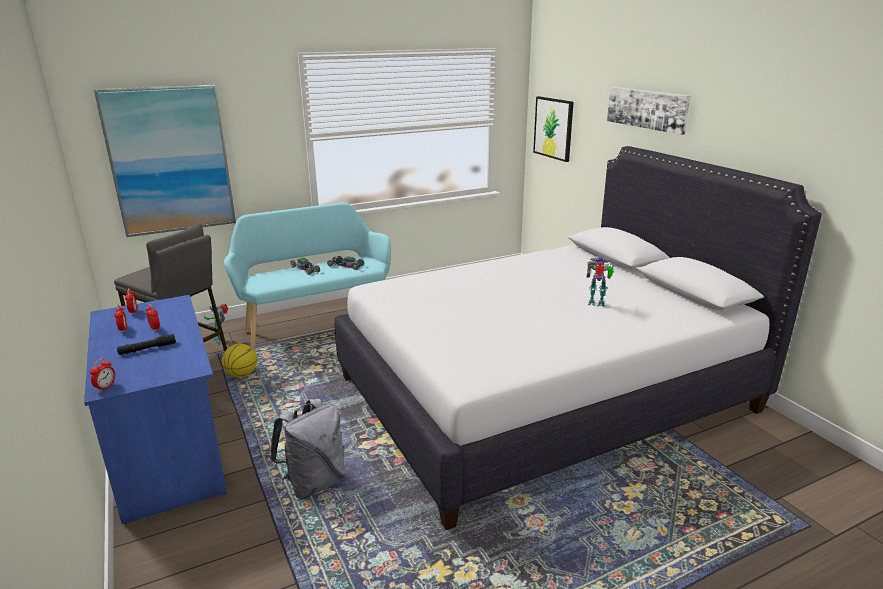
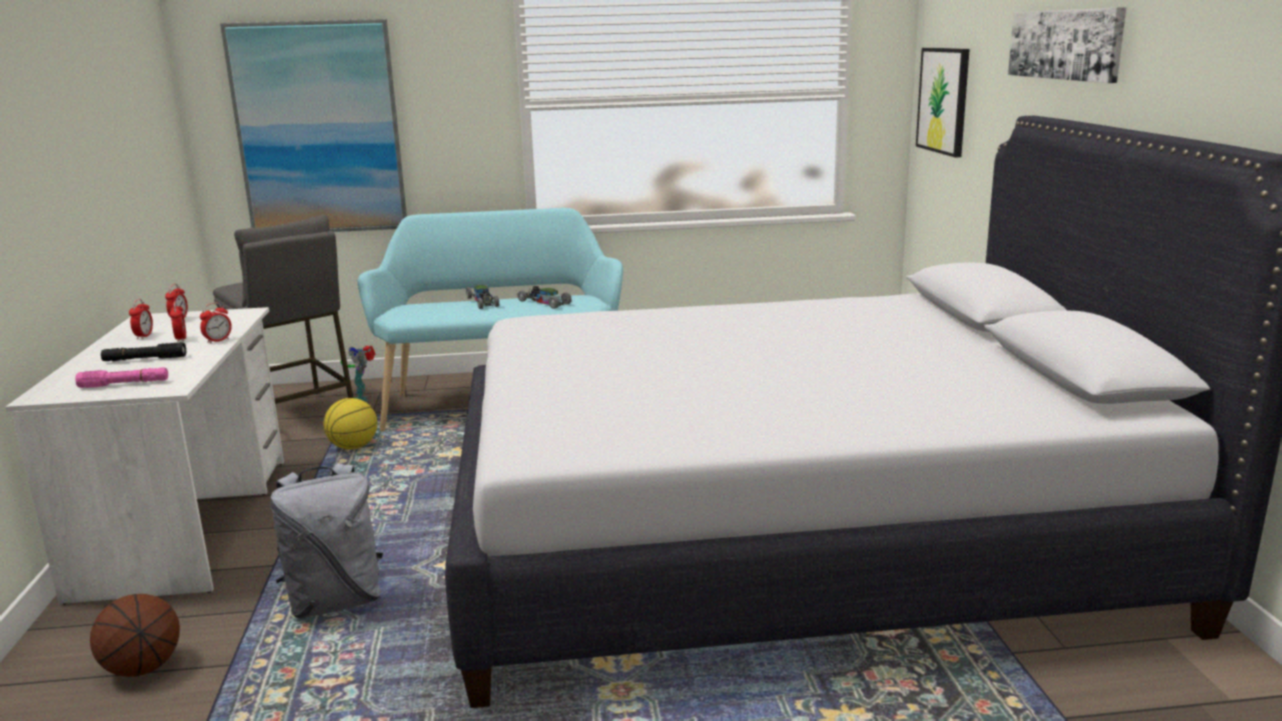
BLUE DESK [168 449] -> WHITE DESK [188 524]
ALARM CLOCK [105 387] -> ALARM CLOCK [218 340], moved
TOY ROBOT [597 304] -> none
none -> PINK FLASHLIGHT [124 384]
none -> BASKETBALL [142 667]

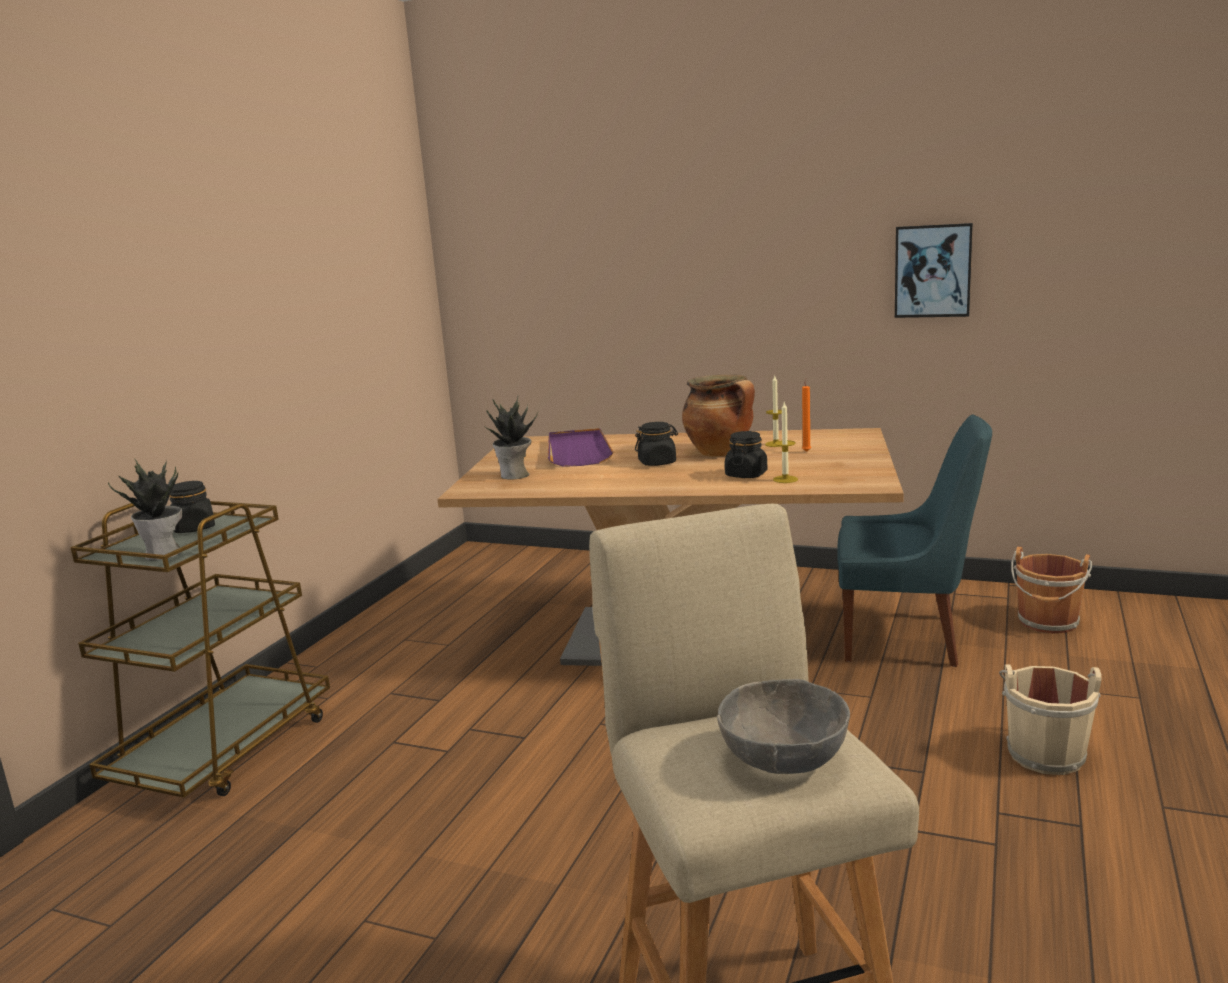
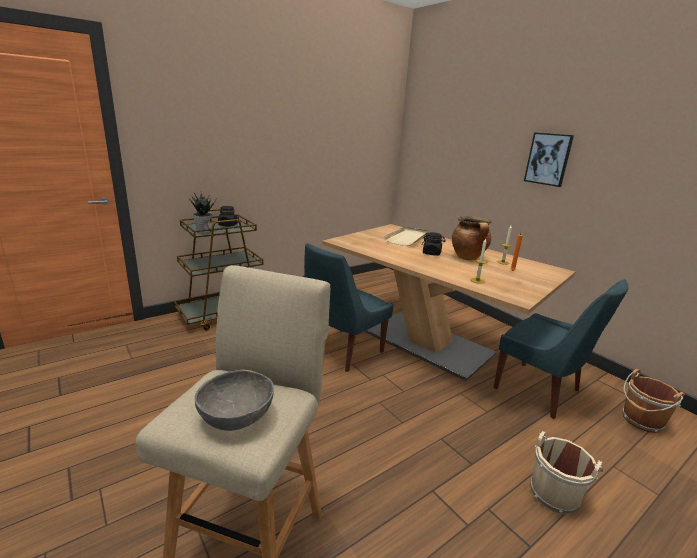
POTTED PLANT [515 476] -> none
PURPLE TRAY [578 451] -> BEIGE TRAY [407 238]
BLACK JAR [746 474] -> none
PICTURE [933 271] -> PICTURE [548 159], moved
none -> BLUE CHAIR [341 350]

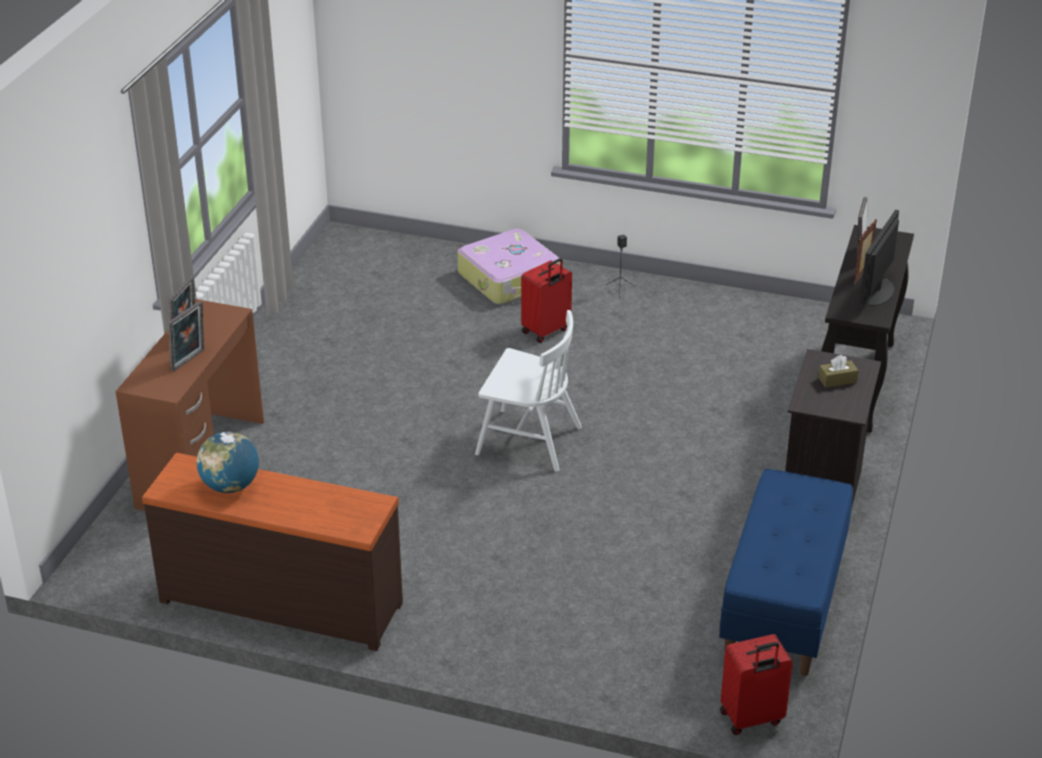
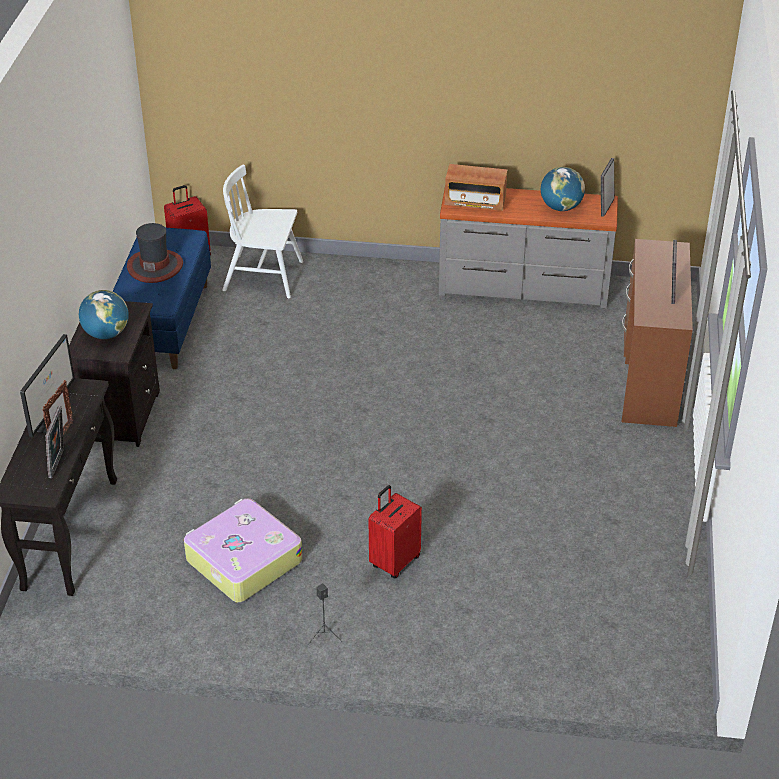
BROWN DRESSER [282 600] -> GREY DRESSER [523 287]
PICTURE FRAME [189 361] -> PICTURE FRAME [605 207], moved
SUITCASE [510 279] -> SUITCASE [242 560], moved
WHITE CHAIR [528 440] -> WHITE CHAIR [263 276], moved
BROWN TISSUE BOX [837 380] -> GLOBE [106 334]
none -> HAT [155 266]
none -> RADIO [475 201]

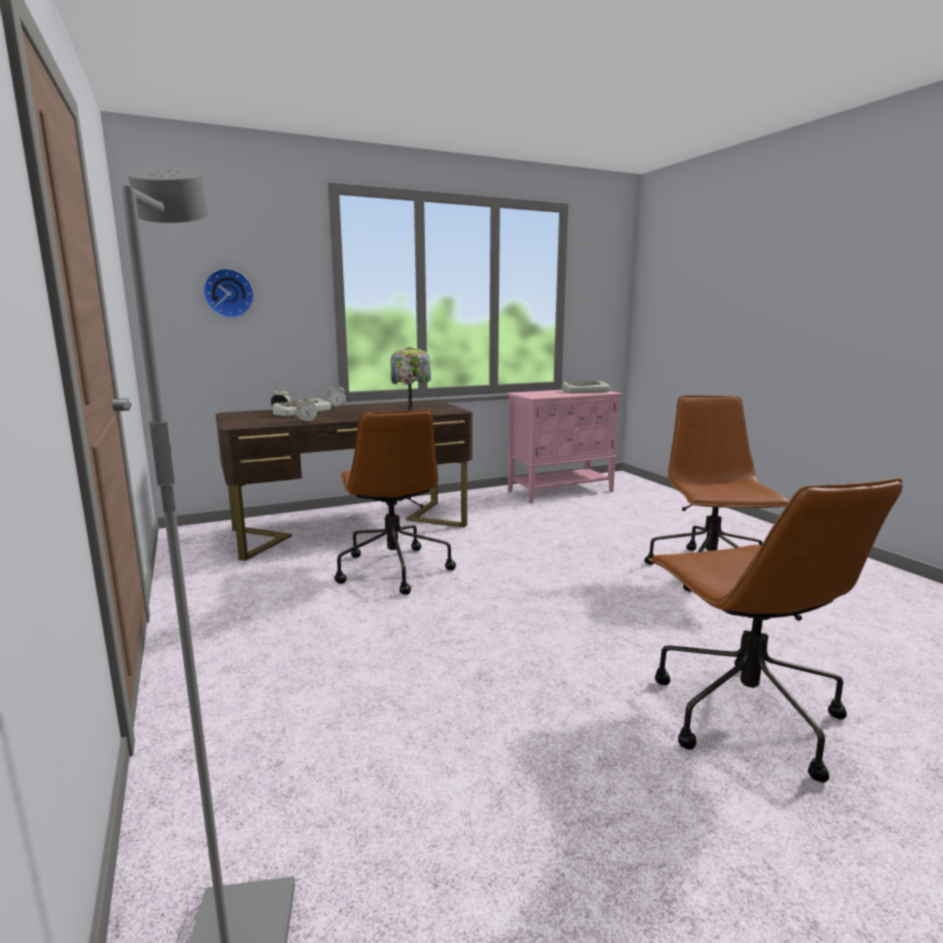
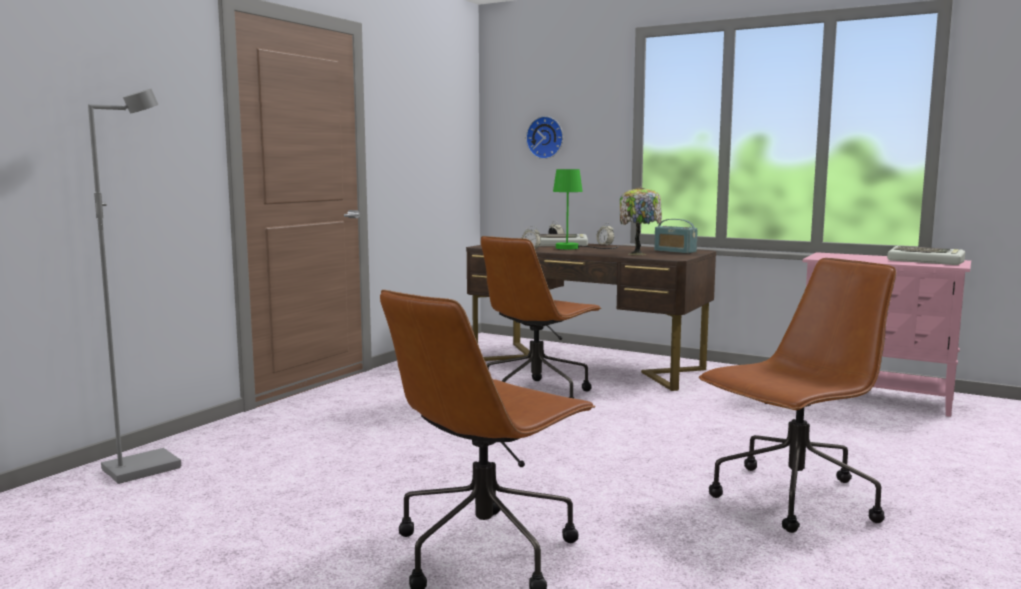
none -> GREEN TABLE LAMP [574 248]
none -> RADIO [675 251]

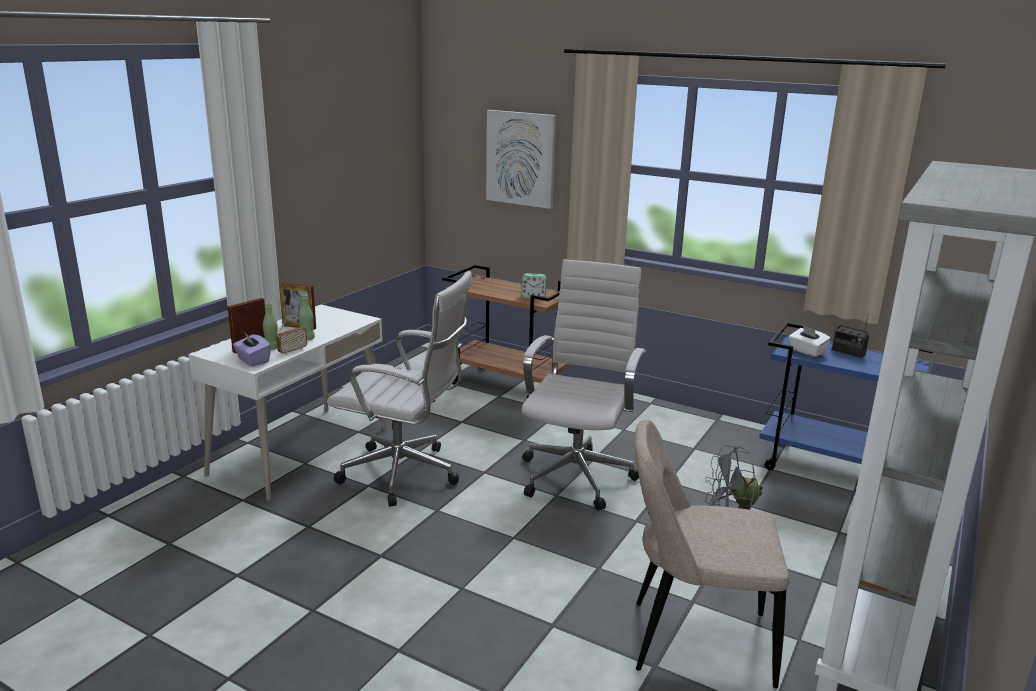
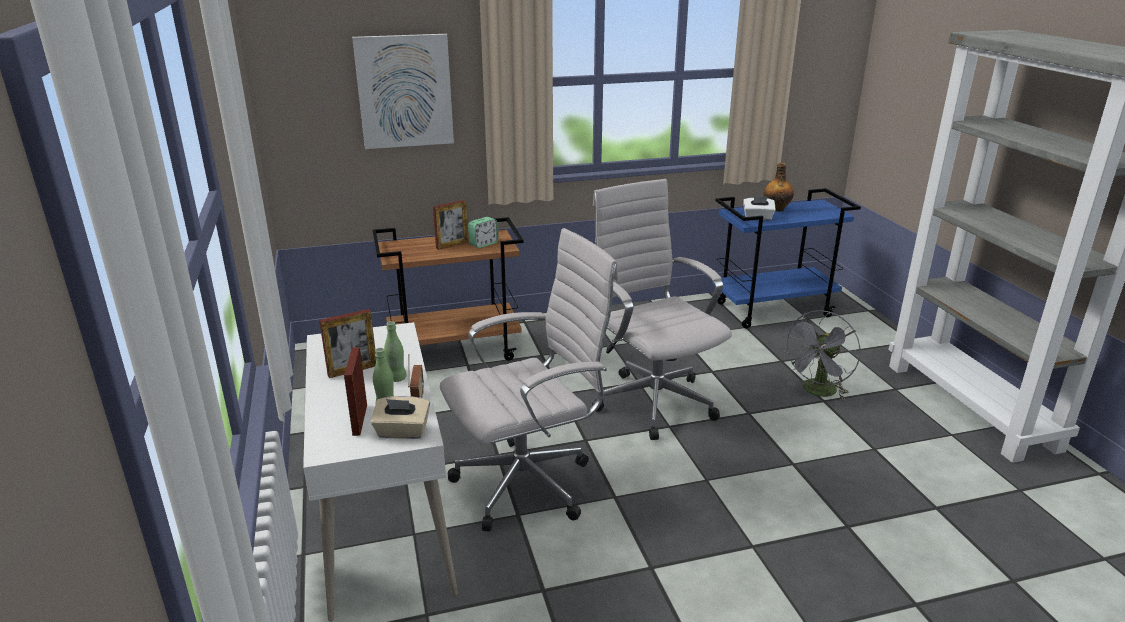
PURPLE TISSUE BOX [253 360] -> BEIGE TISSUE BOX [402 432]
BEIGE CHAIR [693 641] -> none
RADIO [848 352] -> BOTTLE [777 209]
none -> PICTURE FRAME [452 245]

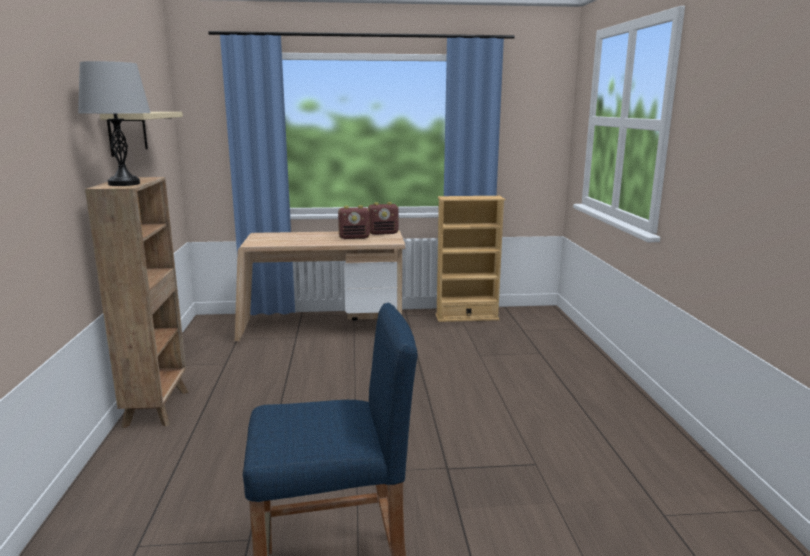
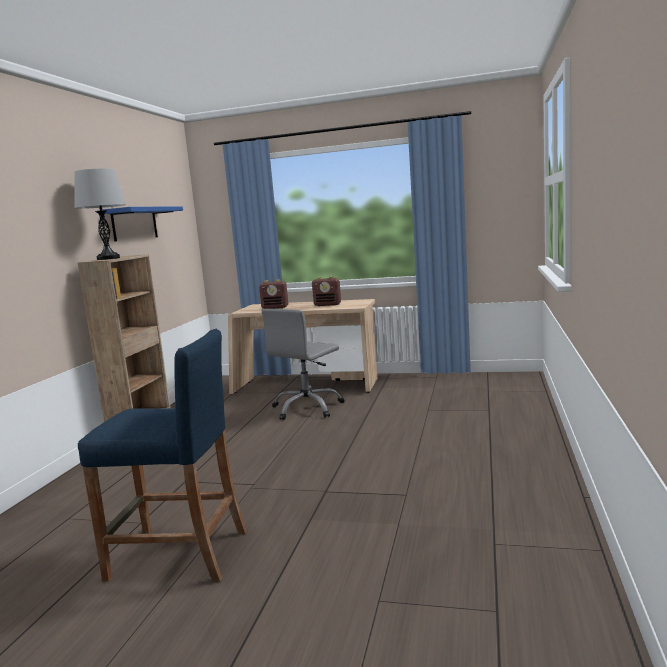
BEIGE SHELF [128 132] -> BLUE SHELF [134 224]
RADIO [383 233] -> RADIO [275 308], moved
BEIGE BOOKCASE [466 317] -> none
none -> GREY OFFICE CHAIR [307 408]

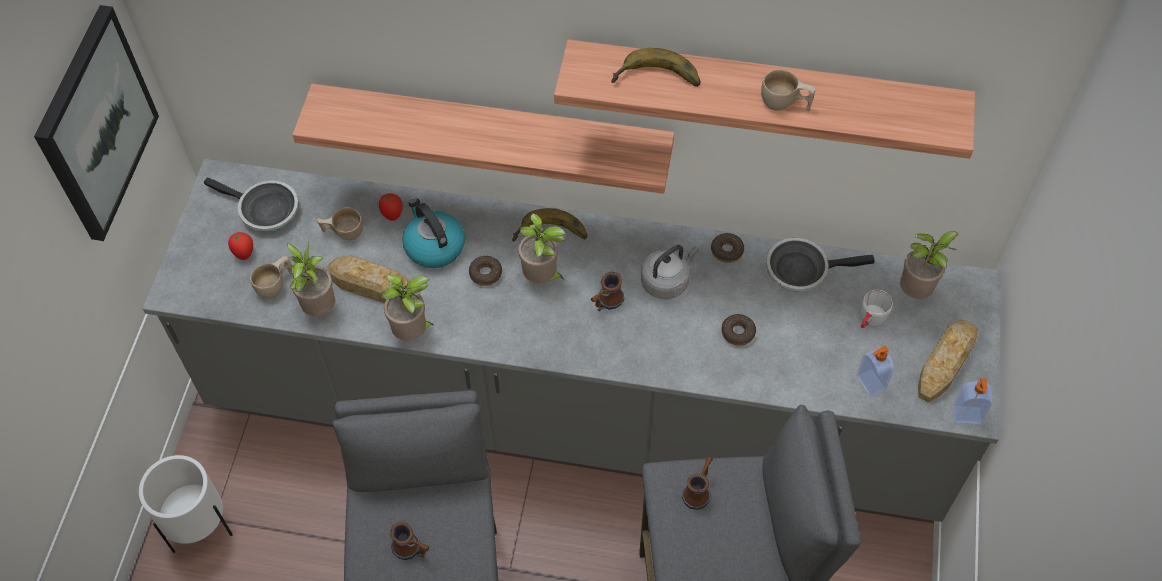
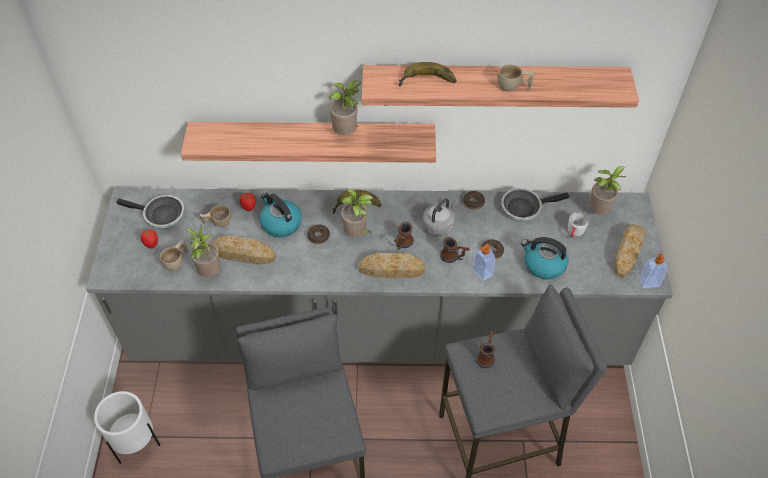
PICTURE [95 124] -> none
POTTED PLANT [413 333] -> POTTED PLANT [346 133], moved
MUG [412 550] -> MUG [453 257], moved
SOAP DISPENSER [869 383] -> SOAP DISPENSER [481 273], moved
none -> BREAD [391 269]
none -> KETTLE [543 265]

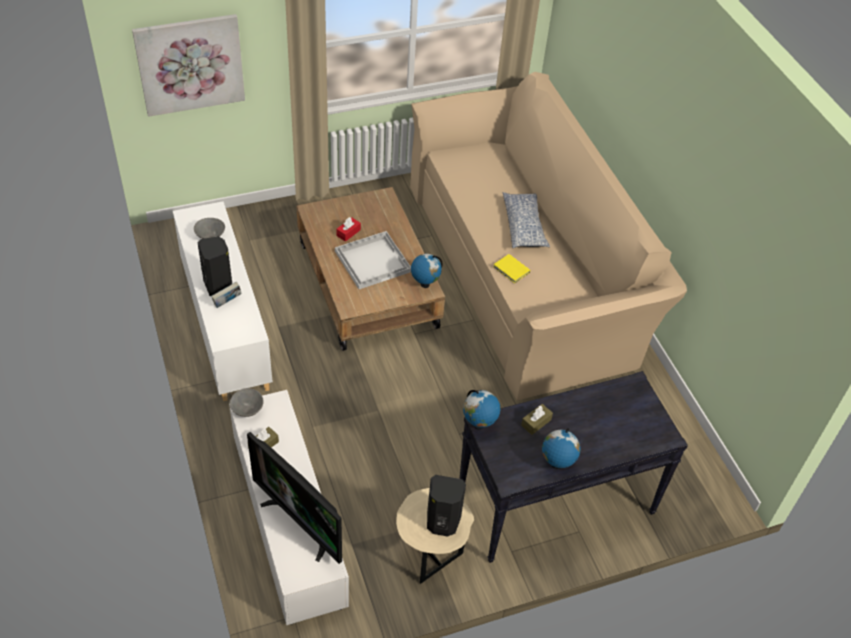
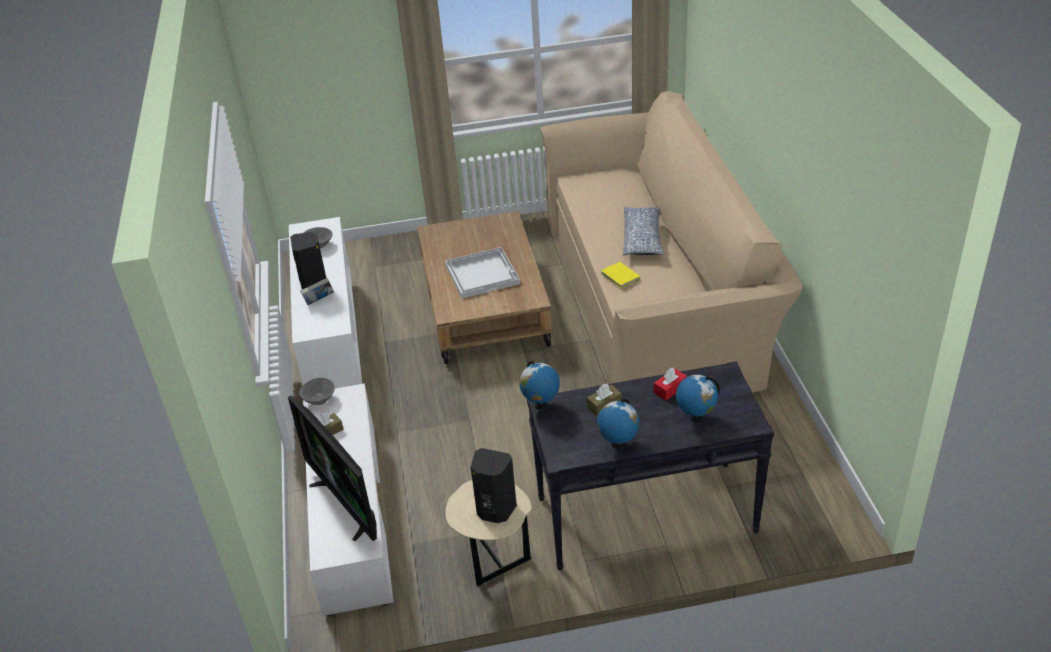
PICTURE [190 64] -> none
RED TISSUE BOX [348 233] -> RED TISSUE BOX [670 389], moved
GLOBE [425 284] -> GLOBE [695 417], moved

